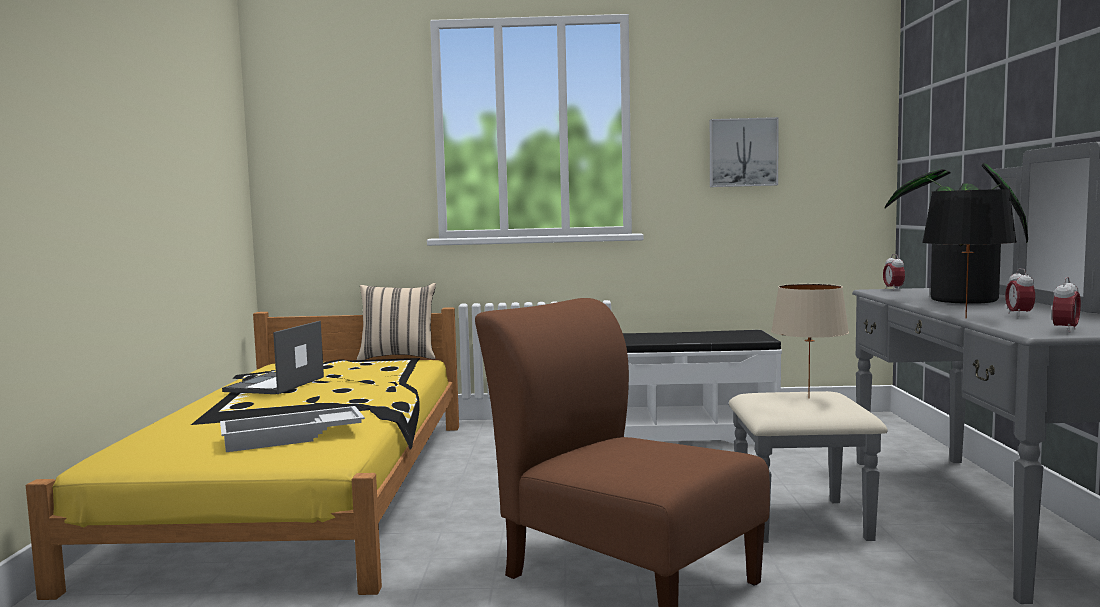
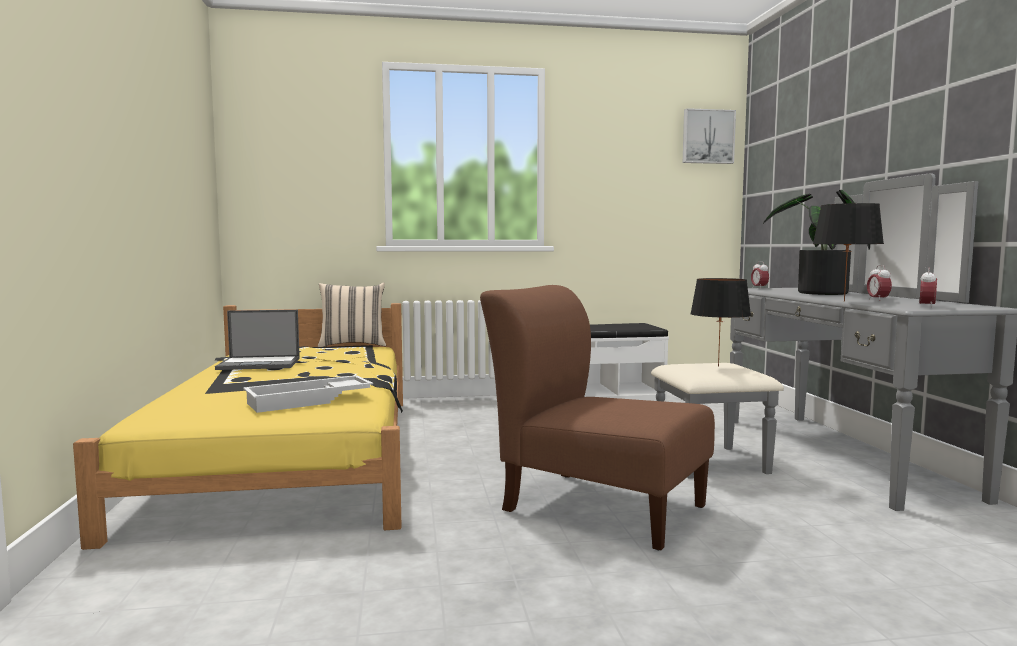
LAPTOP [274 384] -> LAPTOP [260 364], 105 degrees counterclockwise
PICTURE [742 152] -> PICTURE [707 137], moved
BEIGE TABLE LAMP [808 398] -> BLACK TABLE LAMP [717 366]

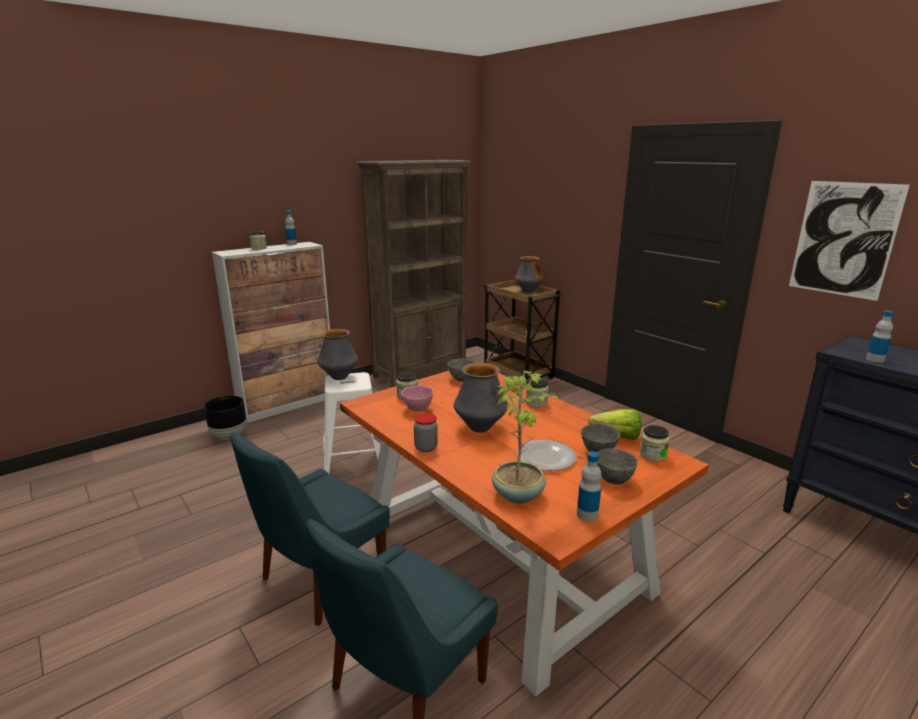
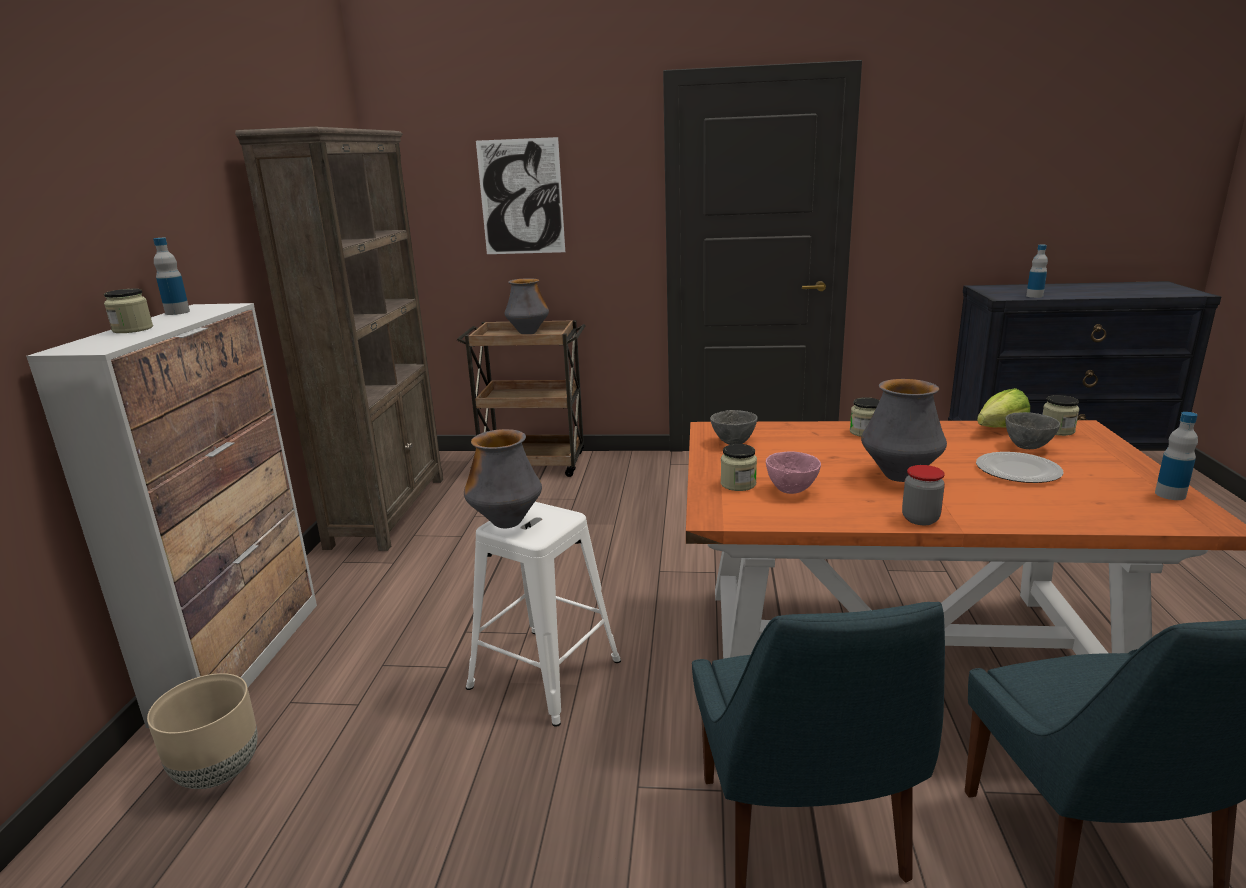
BLACK PLANTER [229 436] -> BEIGE PLANTER [217 772]
POTTED PLANT [518 494] -> none
GREY BOWL [613 480] -> none
PICTURE [844 239] -> PICTURE [521 197], moved

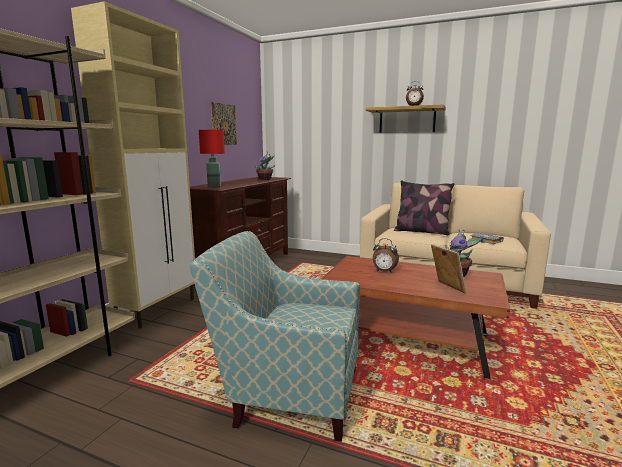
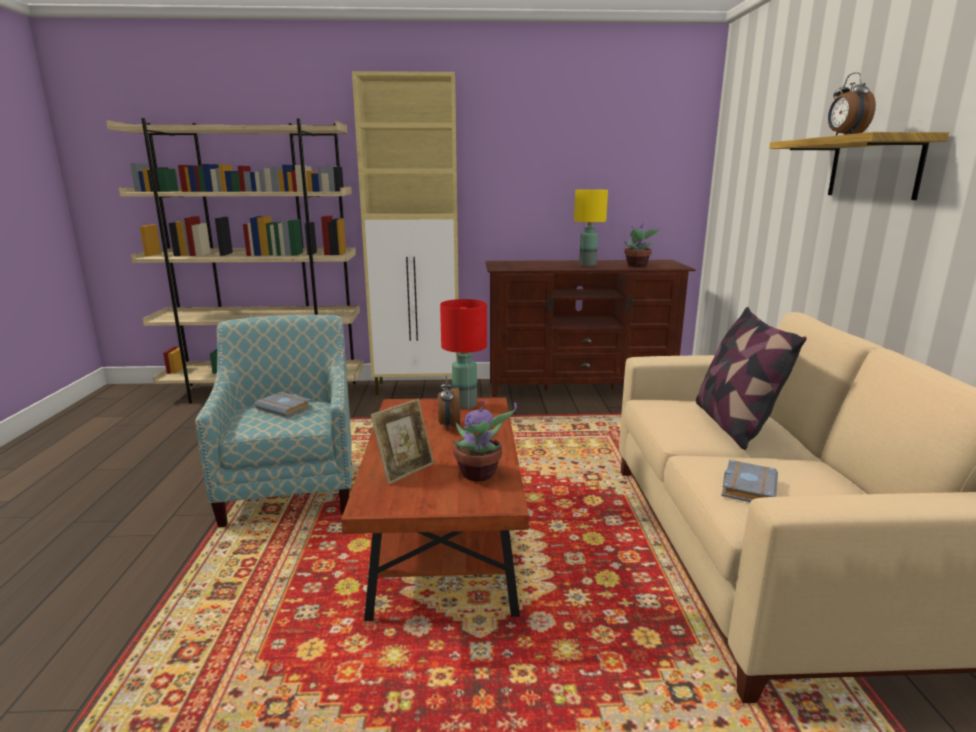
RED TABLE LAMP [214 186] -> RED TABLE LAMP [465 405], moved
PICTURE [224 124] -> none
none -> GREY BOOK [286 408]
none -> YELLOW TABLE LAMP [587 265]

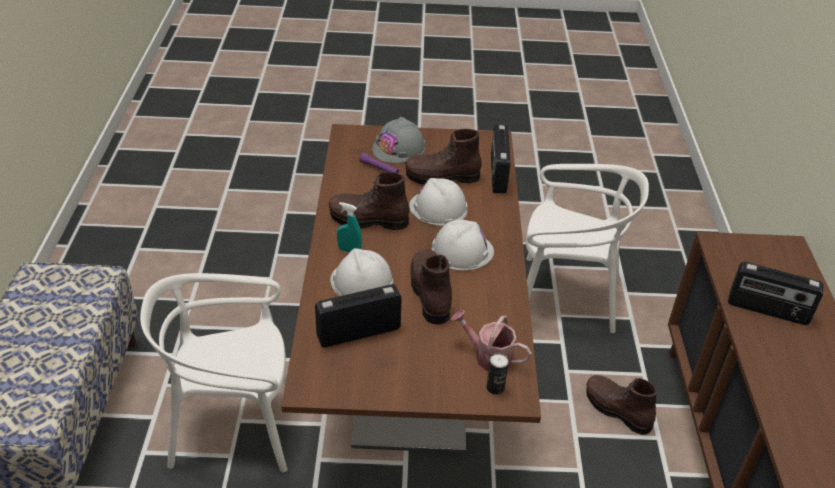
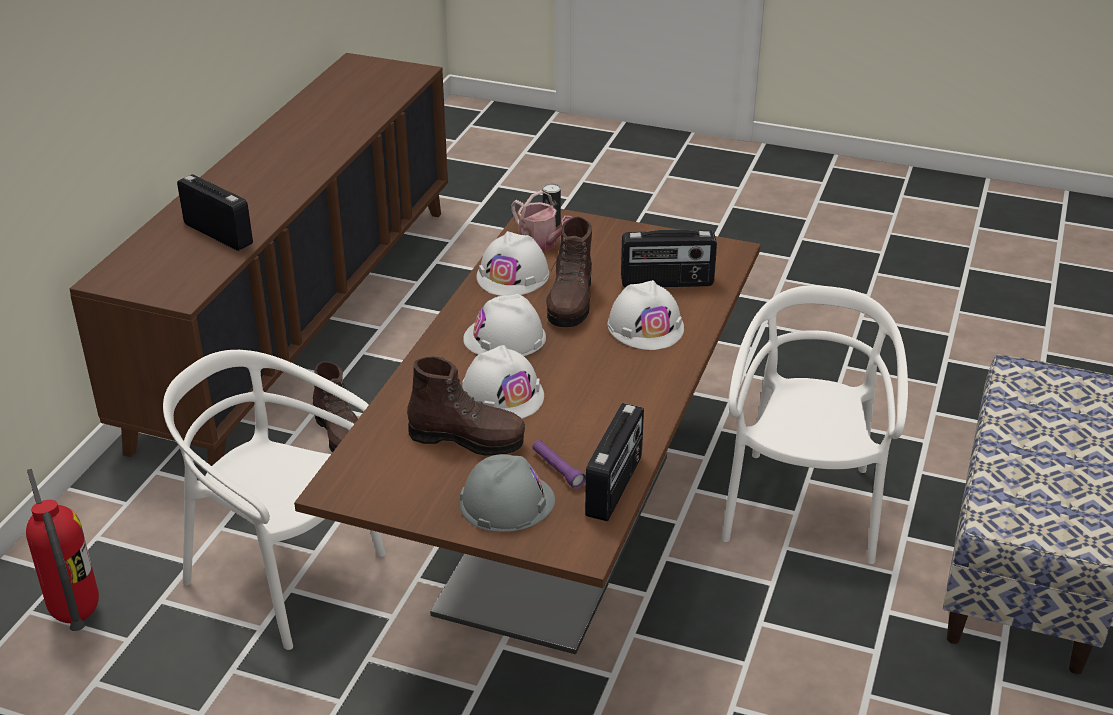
WHITE CHAIR [233 426] -> WHITE CHAIR [803 508], 90 degrees counterclockwise
BROWN BOOT [368 220] -> none
TURQUOISE SPRAY BOTTLE [349 250] -> none
RADIO [497 174] -> RADIO [615 486], moved
none -> FIRE EXTINGUISHER [75 615]
none -> WHITE HARD HAT [513 275]

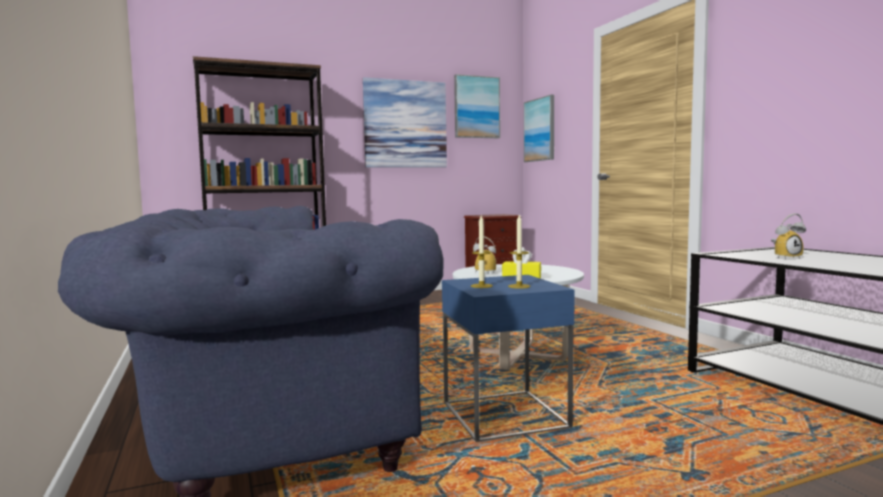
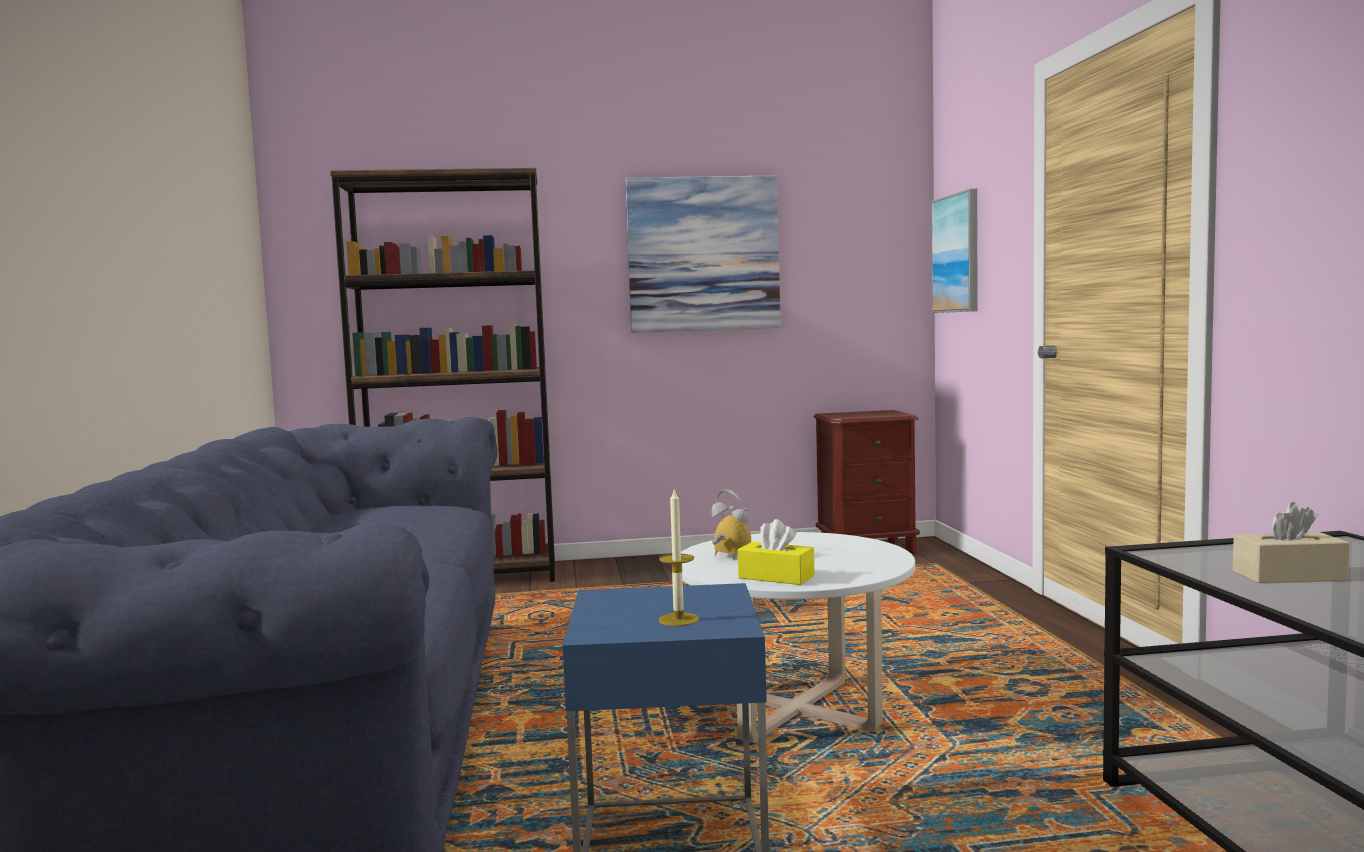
PICTURE [476 107] -> none
CANDLE [481 286] -> none
ALARM CLOCK [785 258] -> BEIGE TISSUE BOX [1289 575]

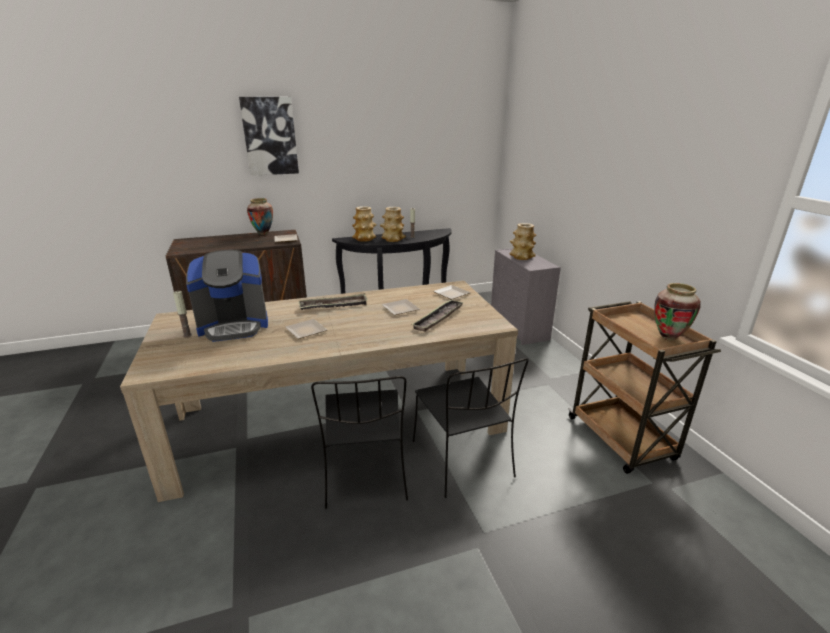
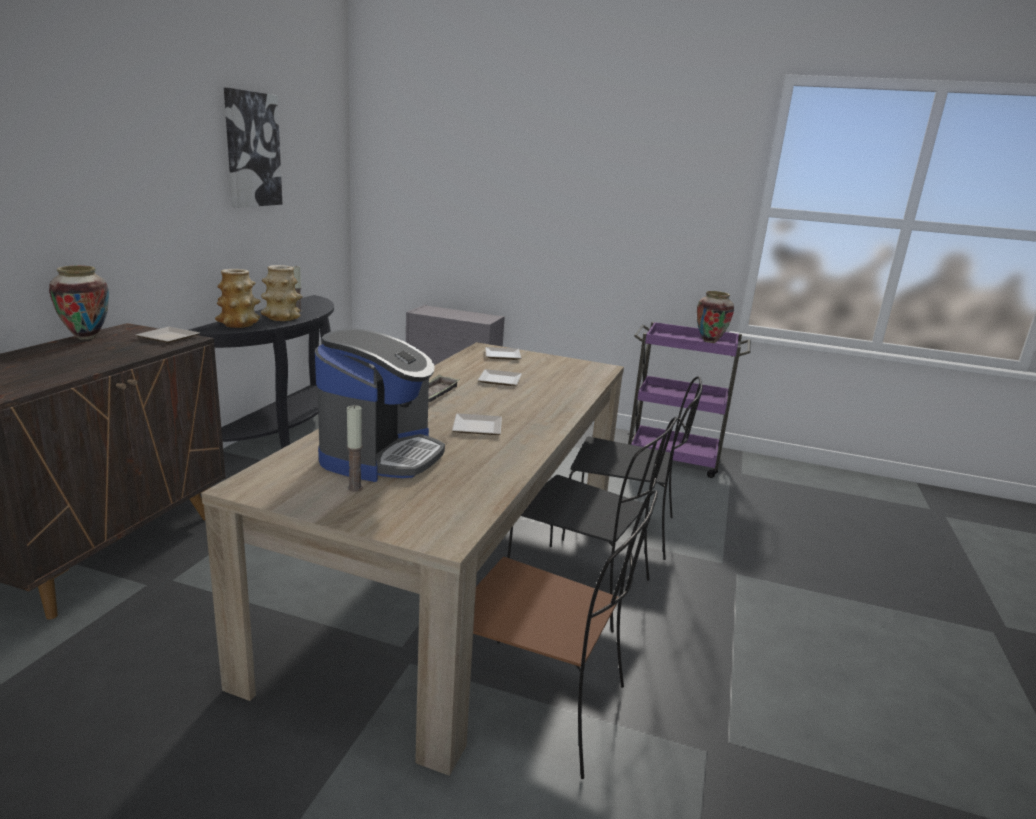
PICTURE [270 136] -> PICTURE [252 150], moved
TRAY [438 318] -> none
VASE [521 257] -> none
BROWN CART [621 440] -> PURPLE CART [673 459]
none -> BROWN CHAIR [540 705]

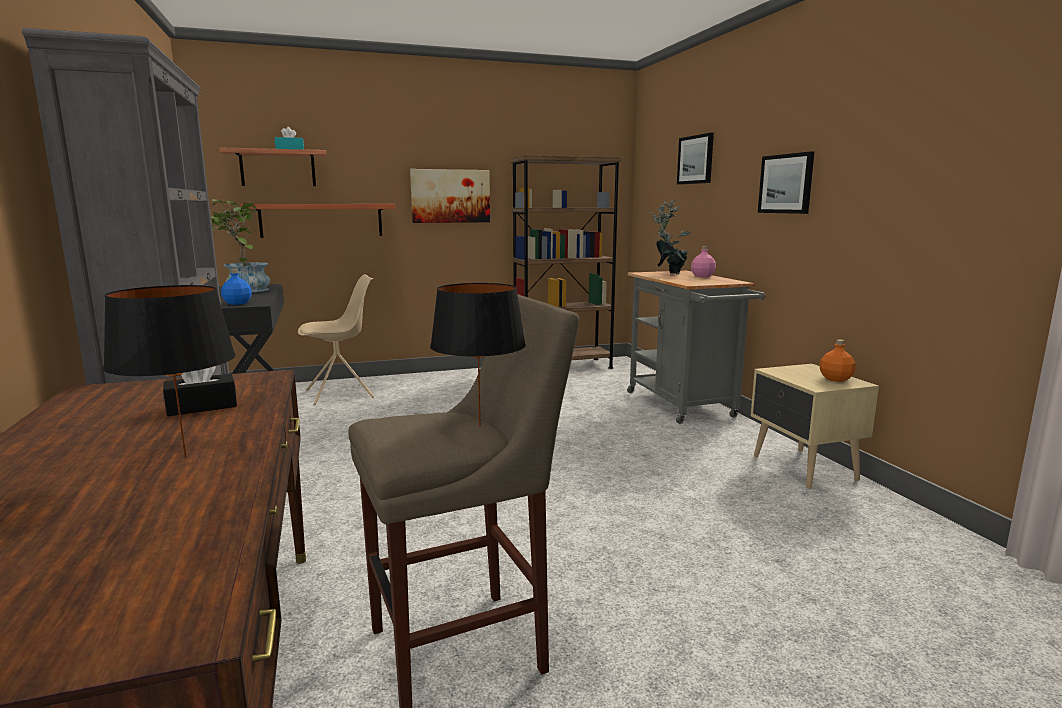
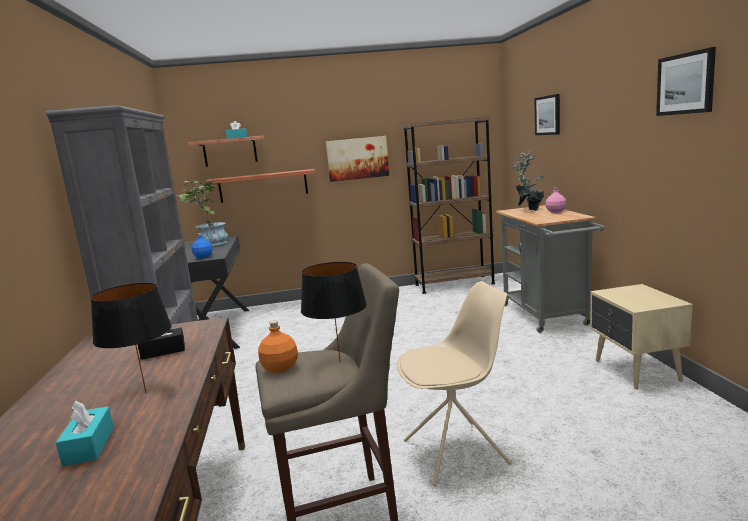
BEIGE CHAIR [341 394] -> BEIGE CHAIR [457 452], moved
PICTURE [786 184] -> PICTURE [685 83], moved
ORANGE BOTTLE [835 379] -> ORANGE BOTTLE [279 368], moved
none -> TURQUOISE TISSUE BOX [89 446]

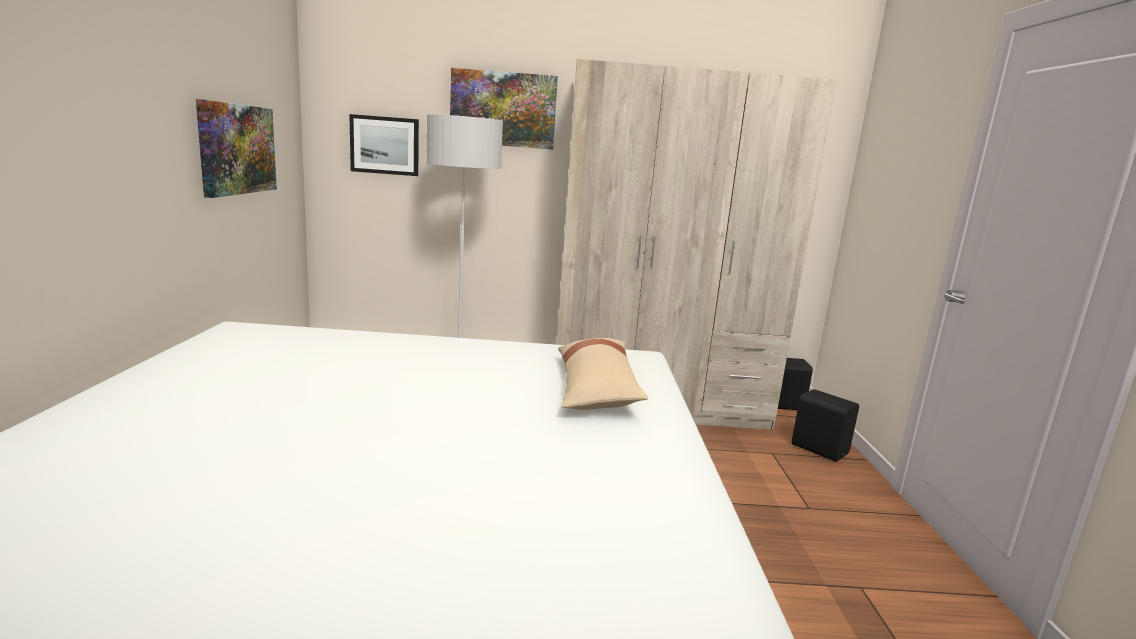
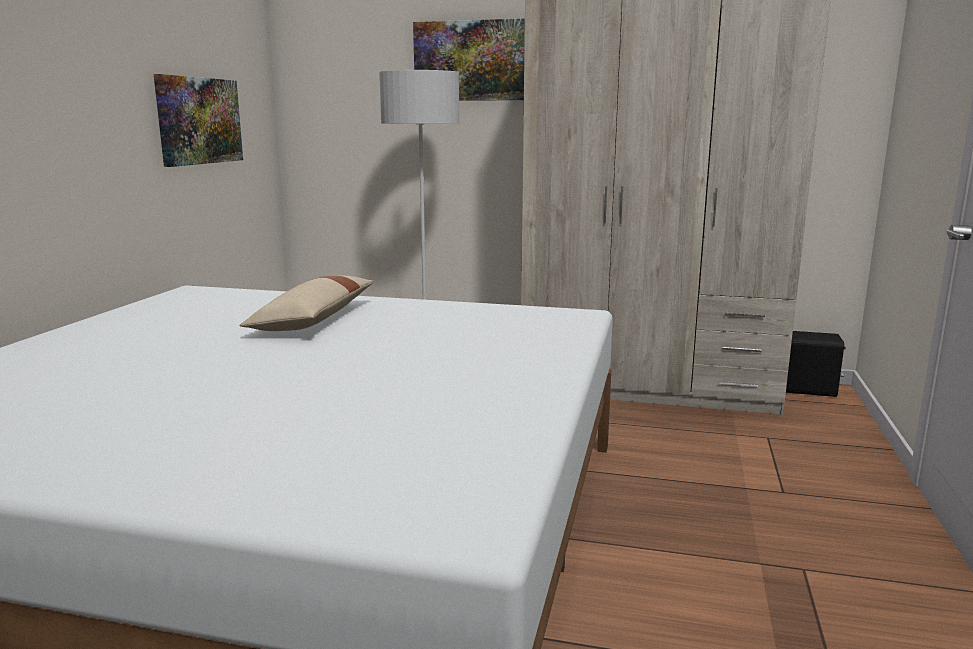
PICTURE [385 145] -> none
BEIGE PILLOW [595 388] -> BEIGE PILLOW [314 320], moved
BLACK SPEAKER [819 448] -> none

